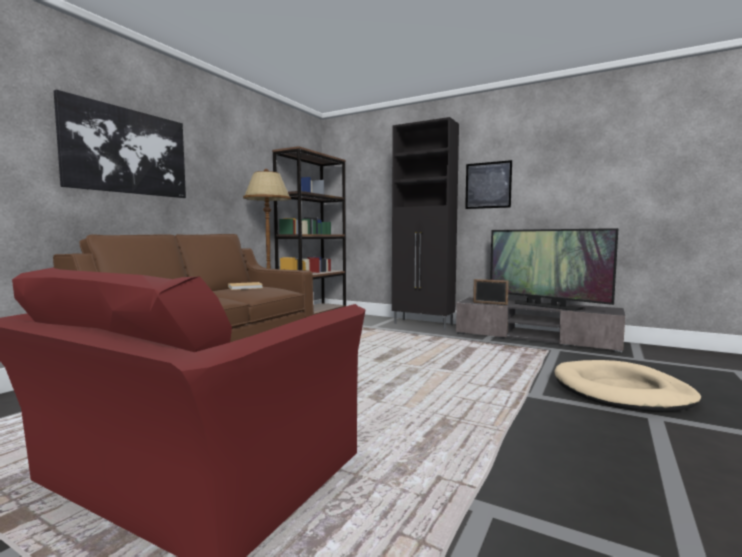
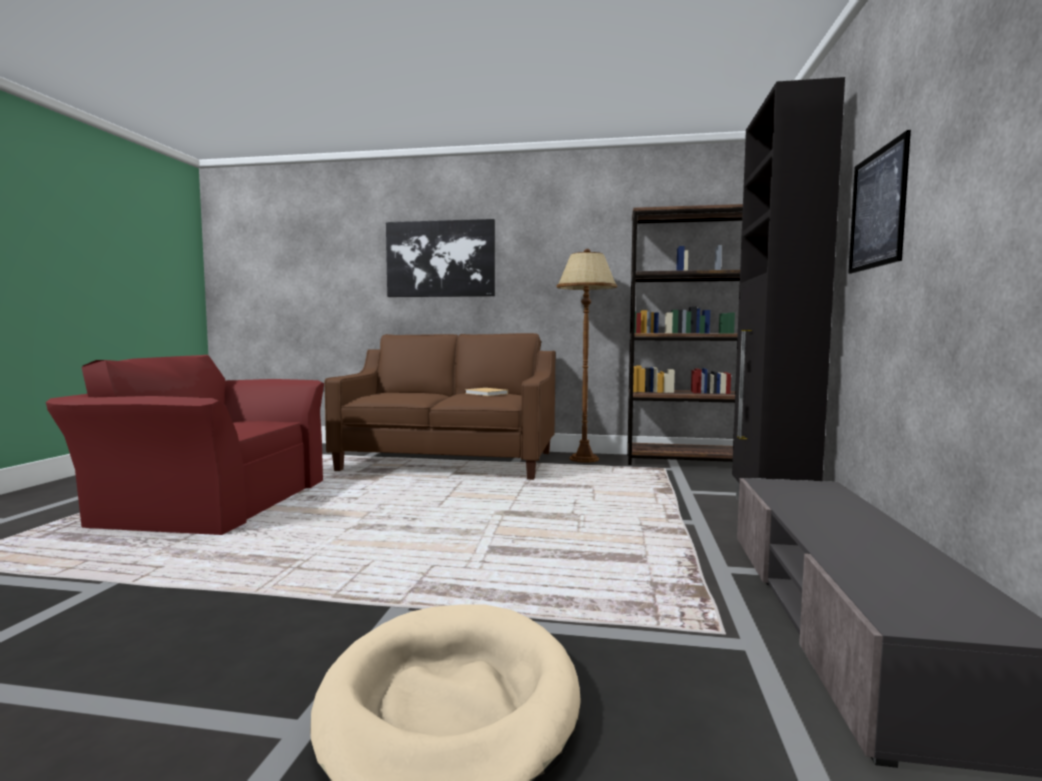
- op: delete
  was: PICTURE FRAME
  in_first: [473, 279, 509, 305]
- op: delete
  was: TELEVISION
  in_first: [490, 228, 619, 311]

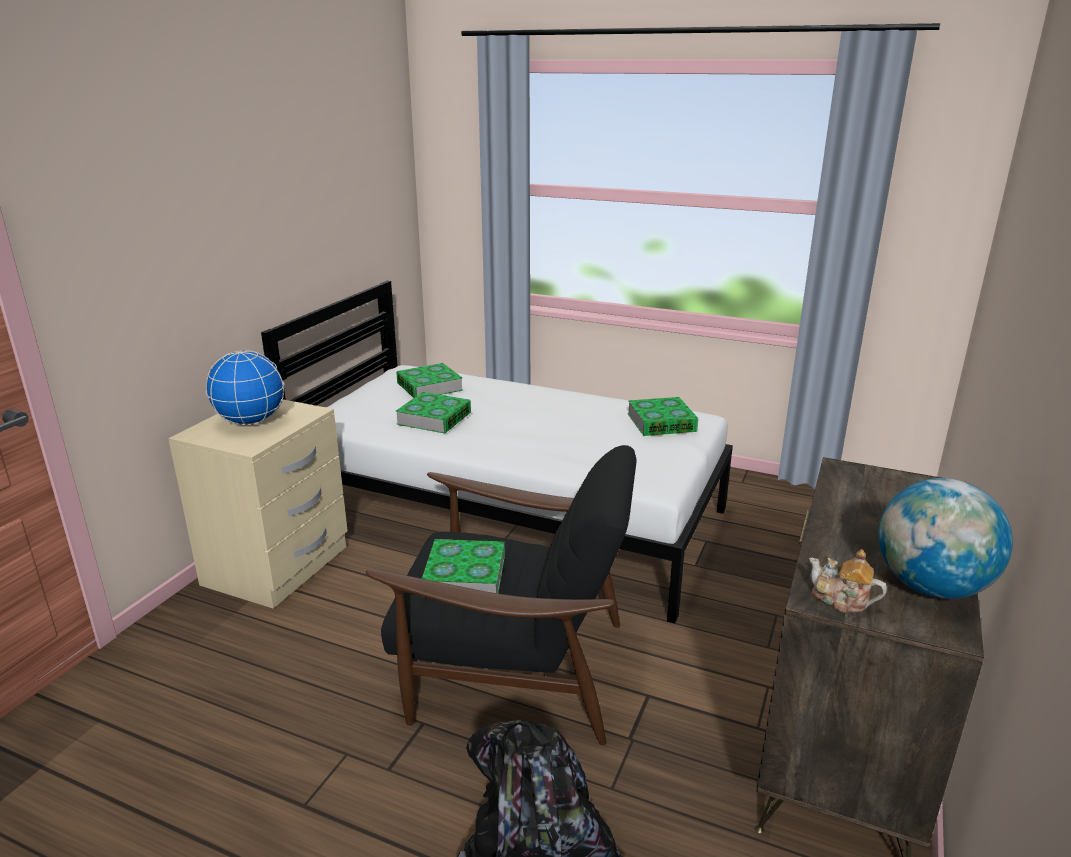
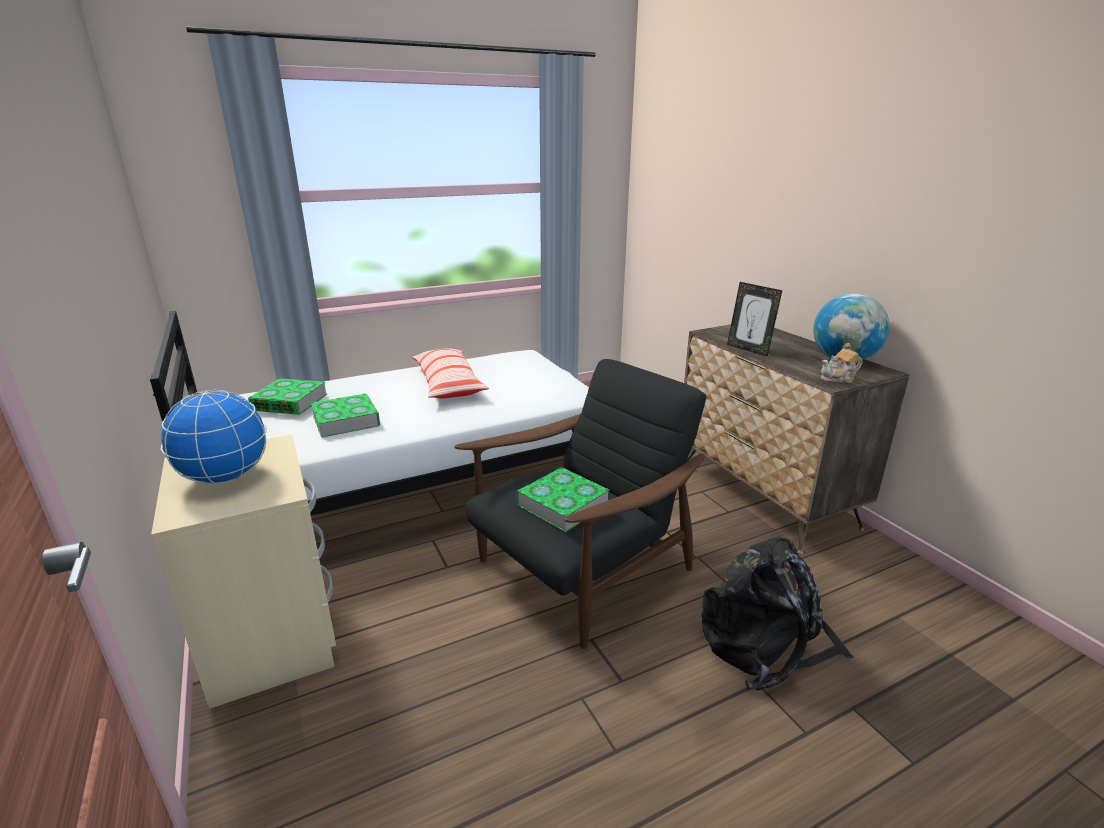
- op: delete
  was: BOOK
  in_first: [628, 397, 698, 436]
- op: insert
  now: PILLOW
  in_second: [412, 348, 489, 399]
- op: insert
  now: PICTURE FRAME
  in_second: [727, 282, 783, 357]

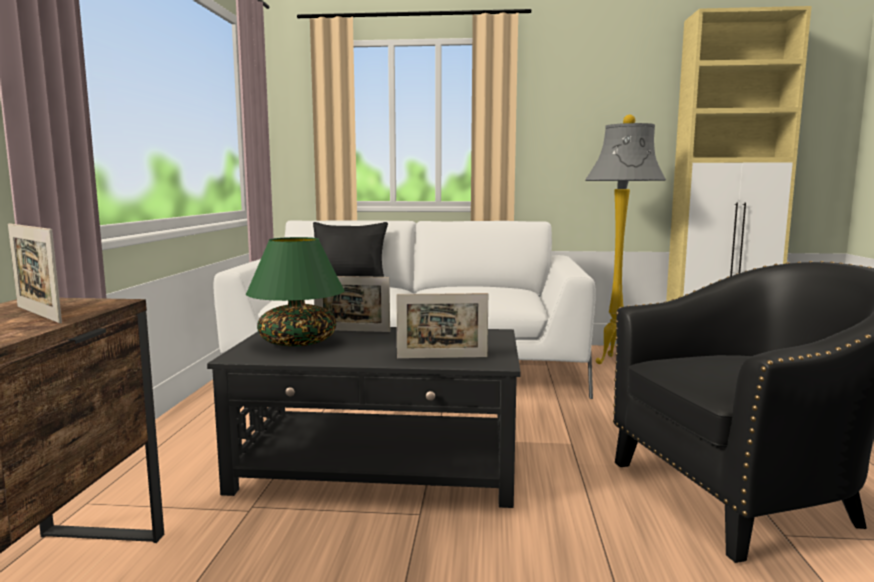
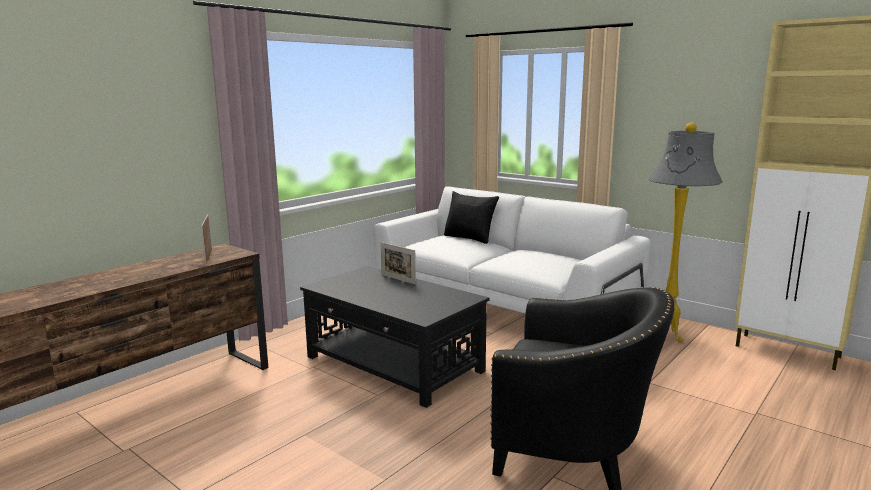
- op: delete
  was: GREEN TABLE LAMP
  in_first: [246, 237, 345, 346]
- op: delete
  was: PICTURE FRAME
  in_first: [396, 293, 488, 359]

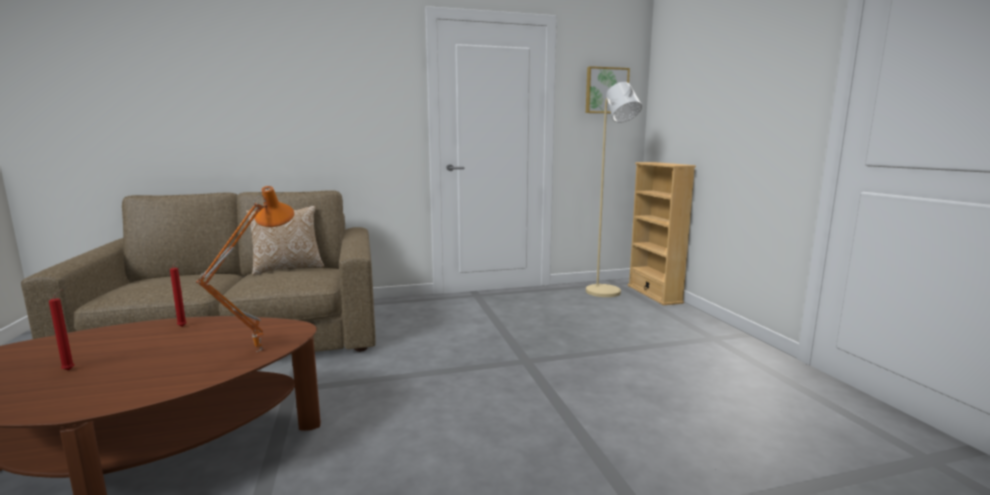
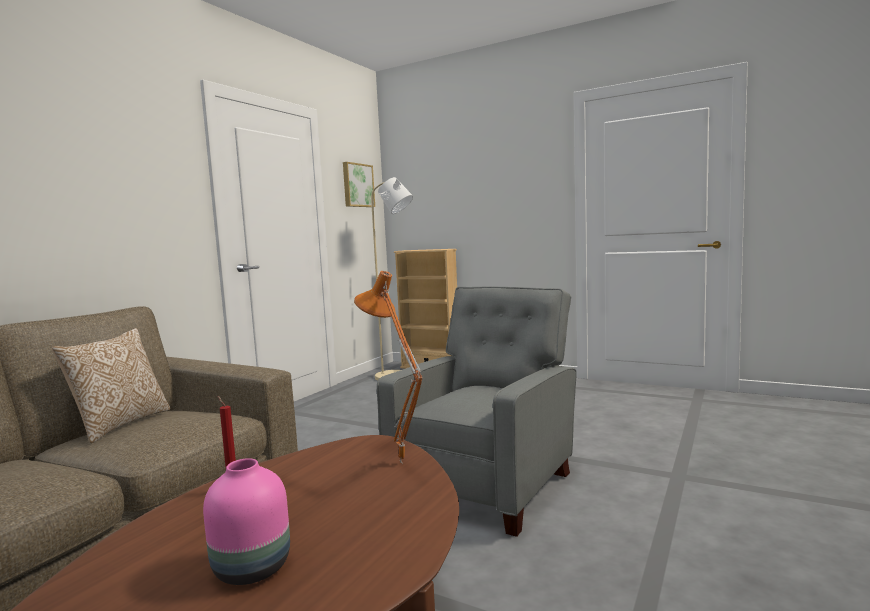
- op: insert
  now: GREY ARMCHAIR
  in_second: [377, 287, 577, 537]
- op: replace
  was: RED CANDLE
  now: PINK VASE
  in_first: [49, 289, 74, 371]
  in_second: [203, 458, 290, 585]

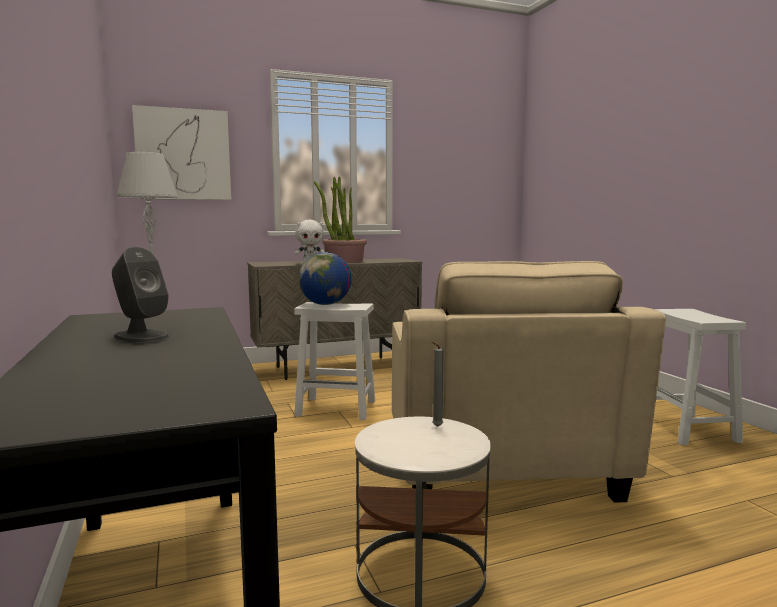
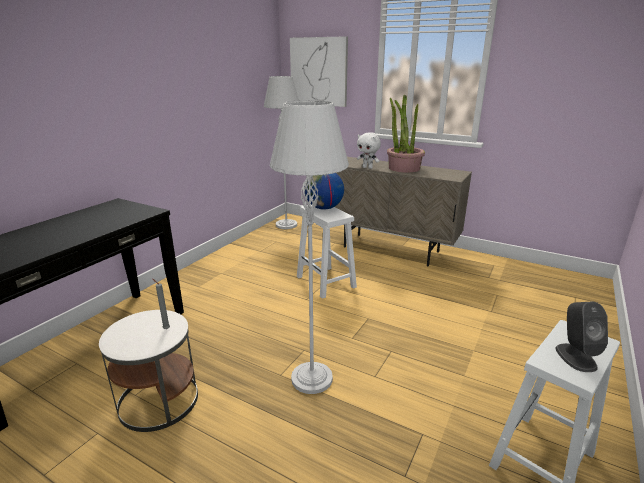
- op: move
  was: GREY SPEAKER
  in_first: [112, 247, 169, 343]
  in_second: [555, 302, 608, 372]
- op: replace
  was: BEIGE ARMCHAIR
  now: GREY FLOOR LAMP
  in_first: [392, 261, 666, 503]
  in_second: [270, 100, 349, 394]

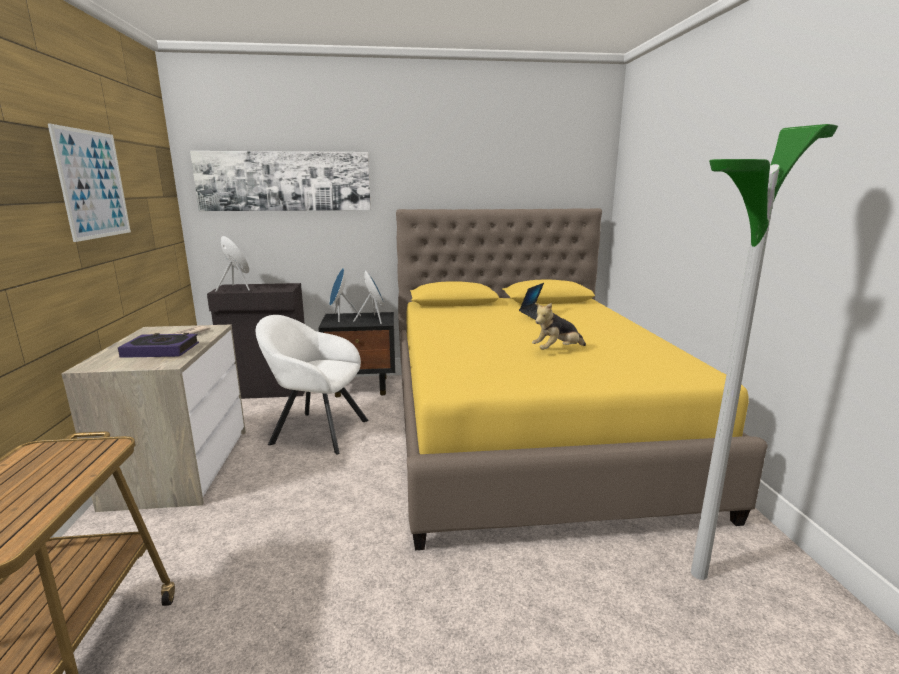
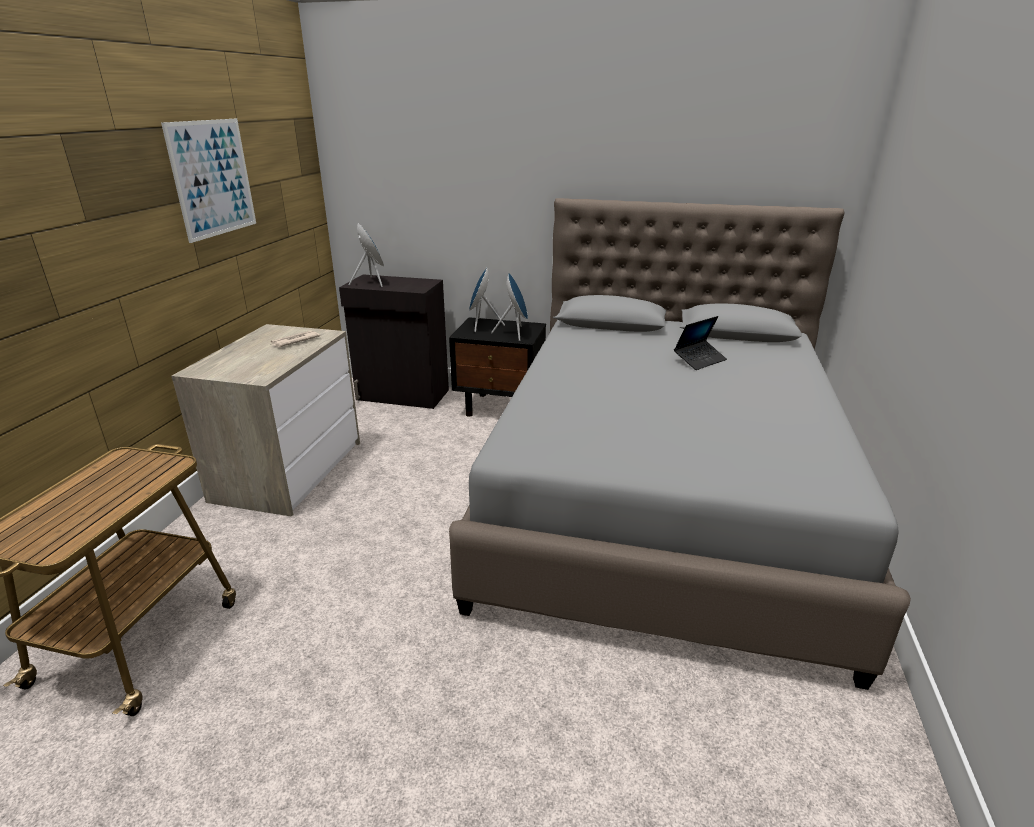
- op: delete
  was: BOOK
  in_first: [118, 333, 199, 358]
- op: delete
  was: PICTURE
  in_first: [190, 151, 371, 211]
- op: delete
  was: WHITE ARMCHAIR
  in_first: [256, 315, 369, 454]
- op: delete
  was: PLUSH TOY
  in_first: [532, 303, 586, 350]
- op: delete
  was: FLOOR LAMP
  in_first: [691, 124, 838, 580]
- op: recolor
  was: YELLOW BED
  now: GREY BED
  in_first: [396, 208, 768, 550]
  in_second: [449, 198, 911, 690]

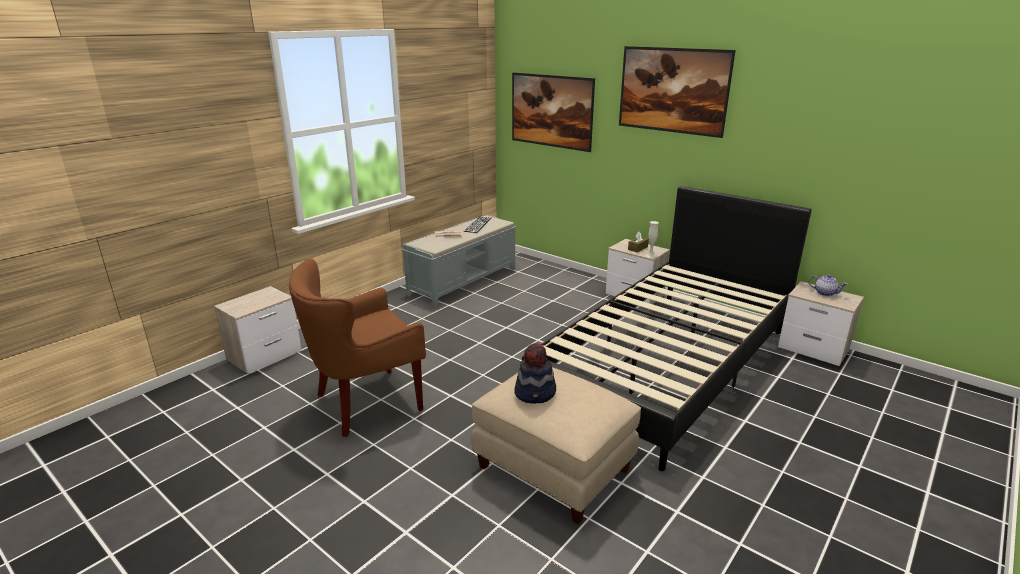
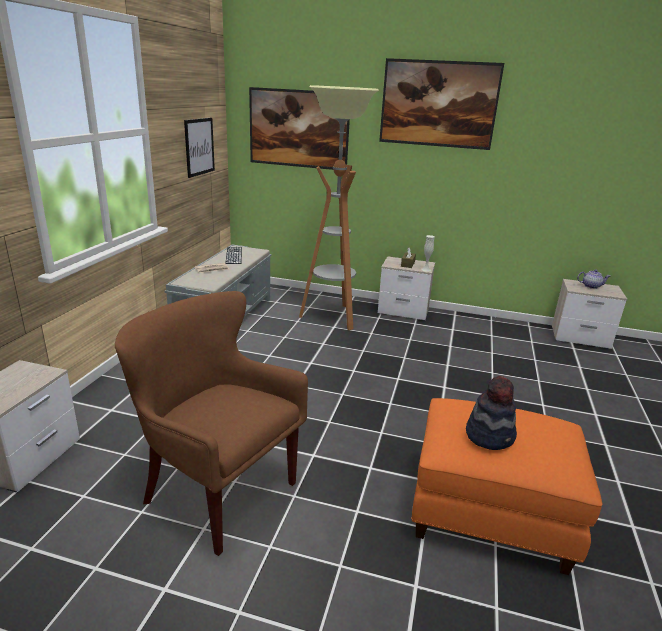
- op: delete
  was: BLACK BED
  in_first: [522, 186, 812, 471]
- op: insert
  now: PICTURE
  in_second: [184, 118, 215, 178]
- op: insert
  now: FLOOR LAMP
  in_second: [299, 85, 379, 330]
- op: recolor
  was: BEIGE OTTOMAN
  now: ORANGE OTTOMAN
  in_first: [471, 367, 641, 524]
  in_second: [411, 398, 602, 575]
- op: rotate
  was: BROWN ARMCHAIR
  in_first: [289, 259, 426, 437]
  in_second: [115, 291, 308, 556]
  clockwise: 90

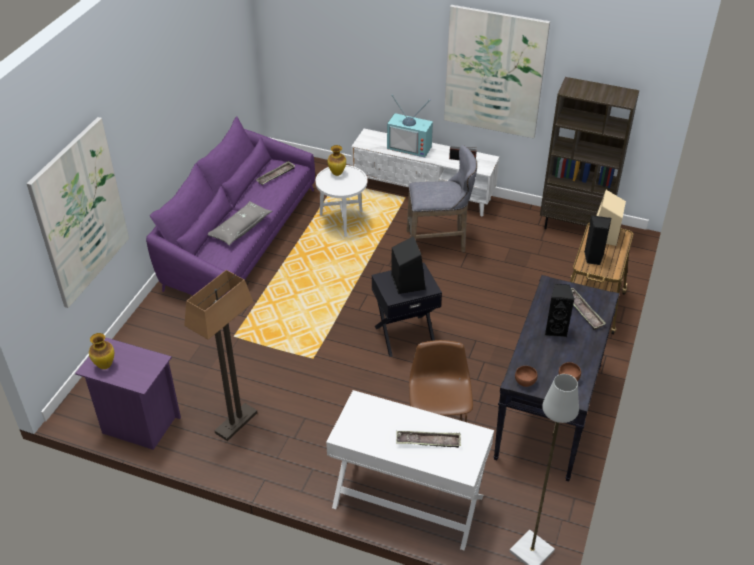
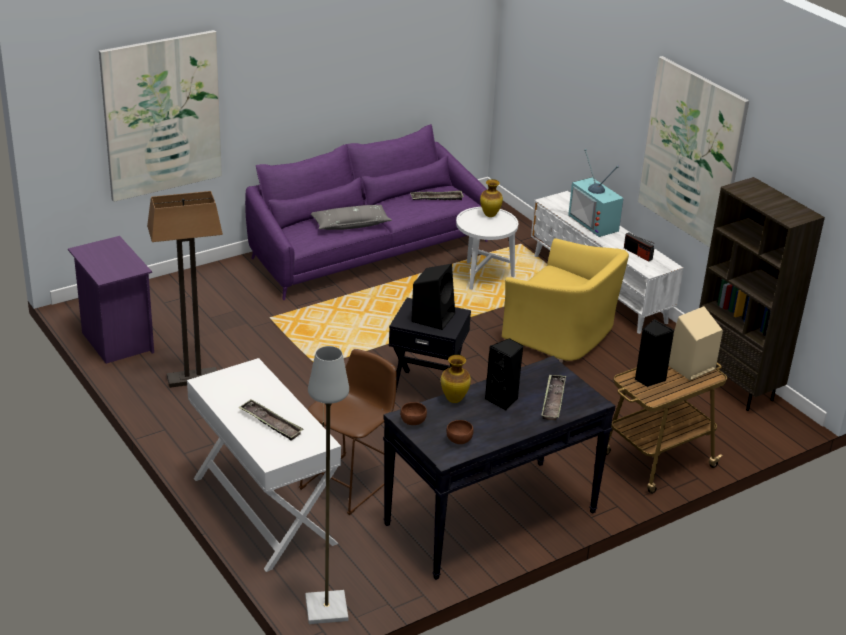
- op: move
  was: VASE
  in_first: [89, 333, 114, 369]
  in_second: [441, 355, 471, 403]
- op: replace
  was: GREY STOOL
  now: YELLOW ARMCHAIR
  in_first: [407, 145, 477, 253]
  in_second: [502, 238, 629, 363]

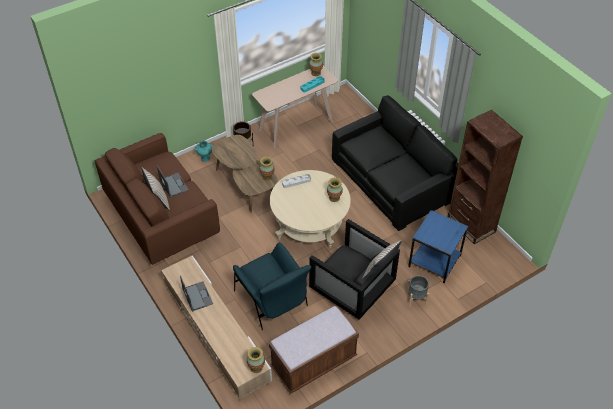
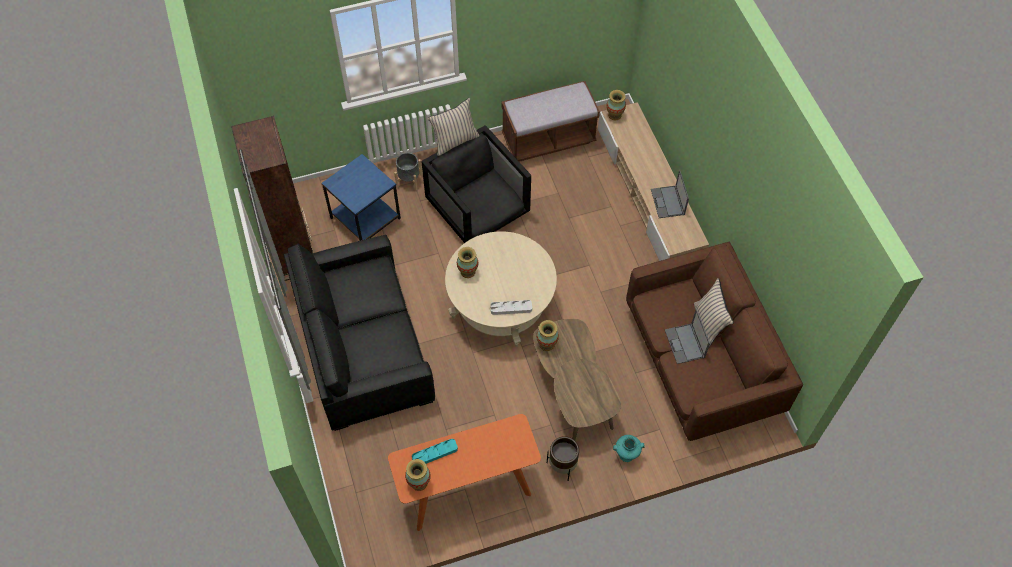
- op: delete
  was: BLUE ARMCHAIR
  in_first: [233, 242, 311, 330]
- op: recolor
  was: BEIGE CONSOLE TABLE
  now: ORANGE CONSOLE TABLE
  in_first: [252, 65, 338, 148]
  in_second: [388, 414, 541, 531]

